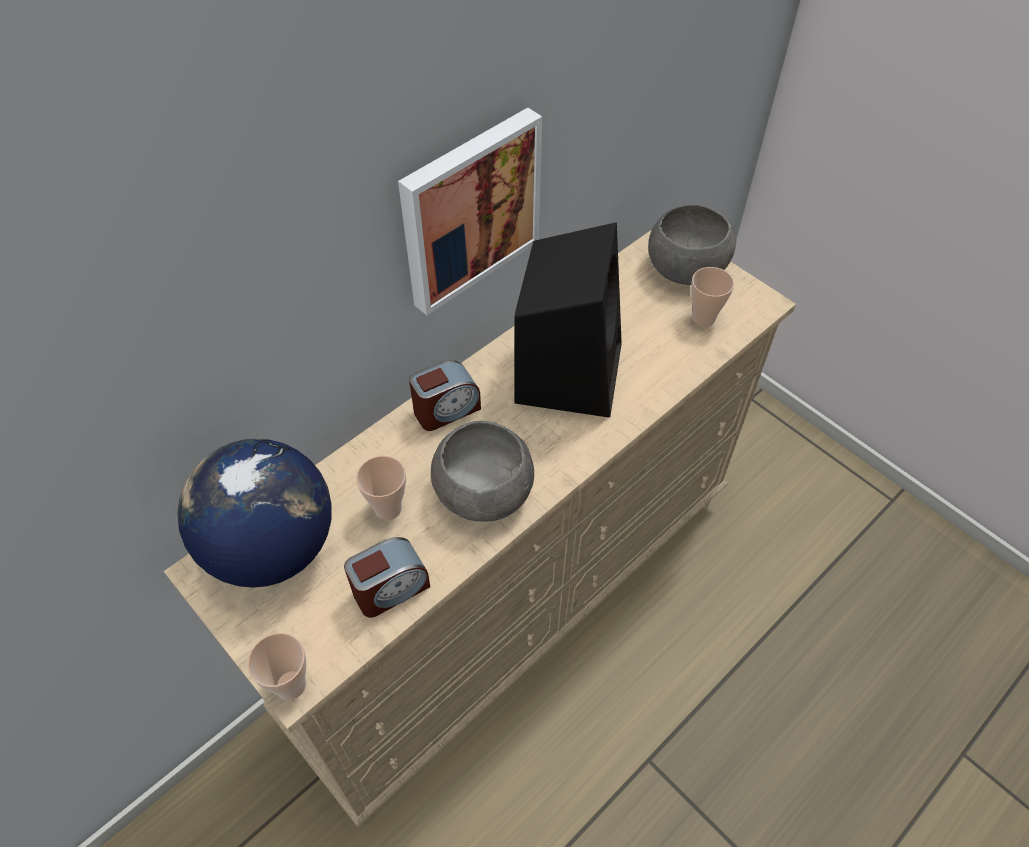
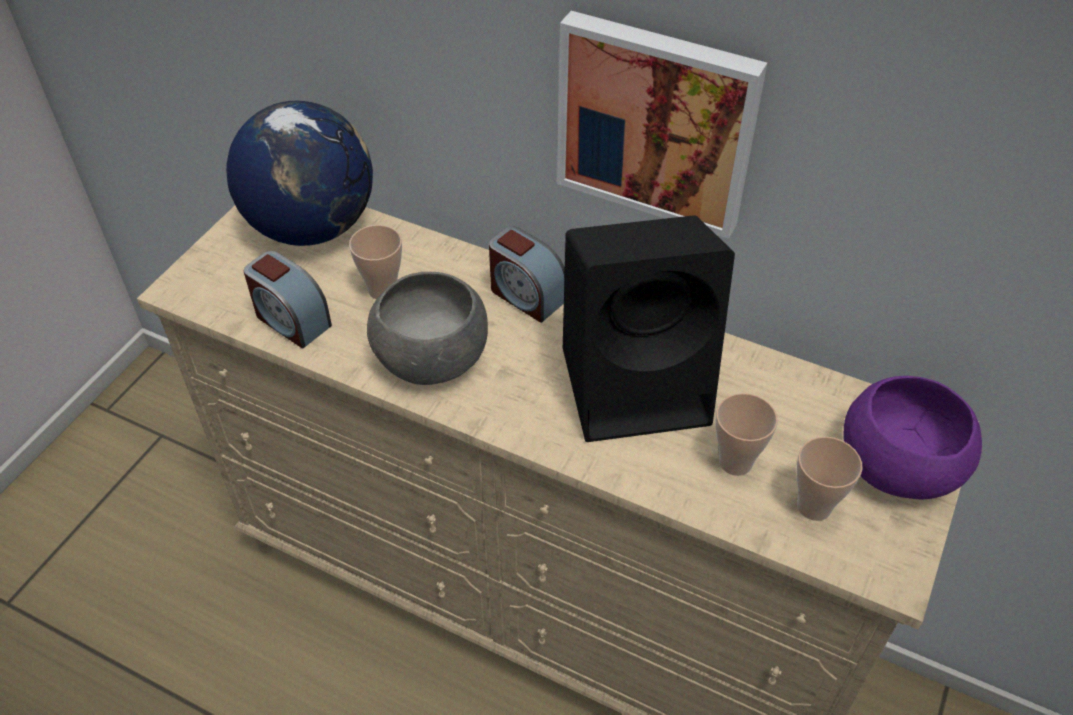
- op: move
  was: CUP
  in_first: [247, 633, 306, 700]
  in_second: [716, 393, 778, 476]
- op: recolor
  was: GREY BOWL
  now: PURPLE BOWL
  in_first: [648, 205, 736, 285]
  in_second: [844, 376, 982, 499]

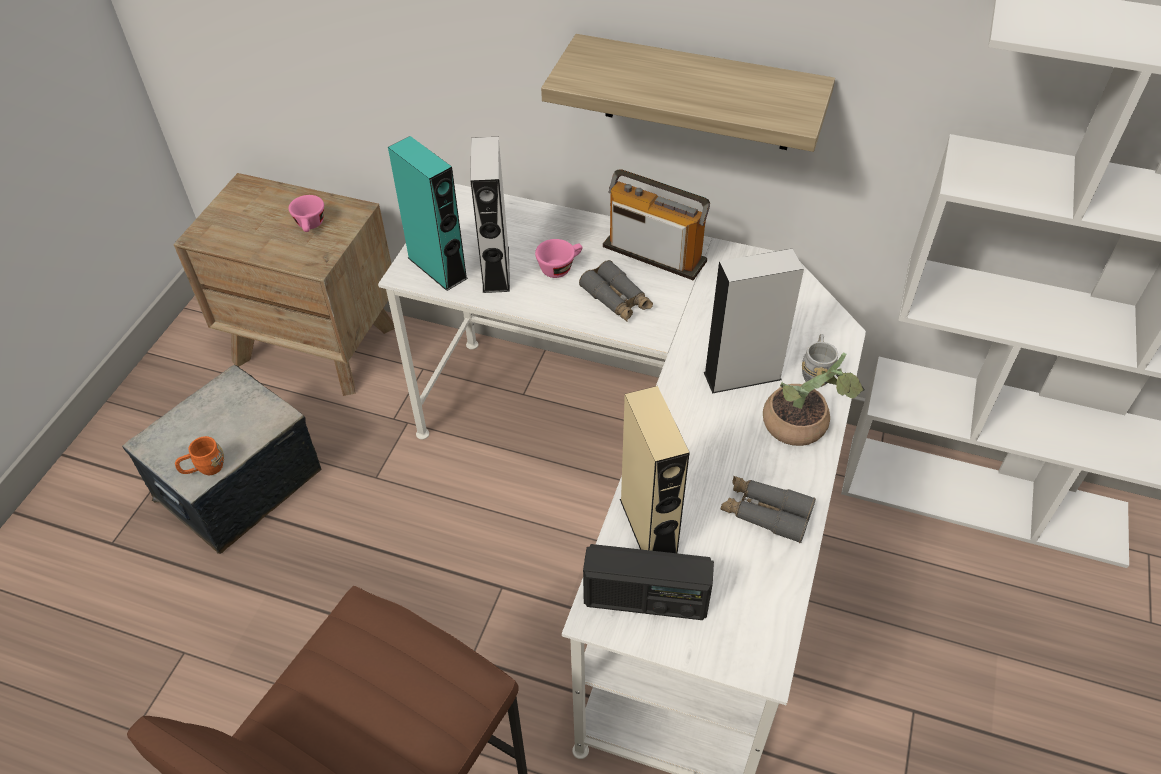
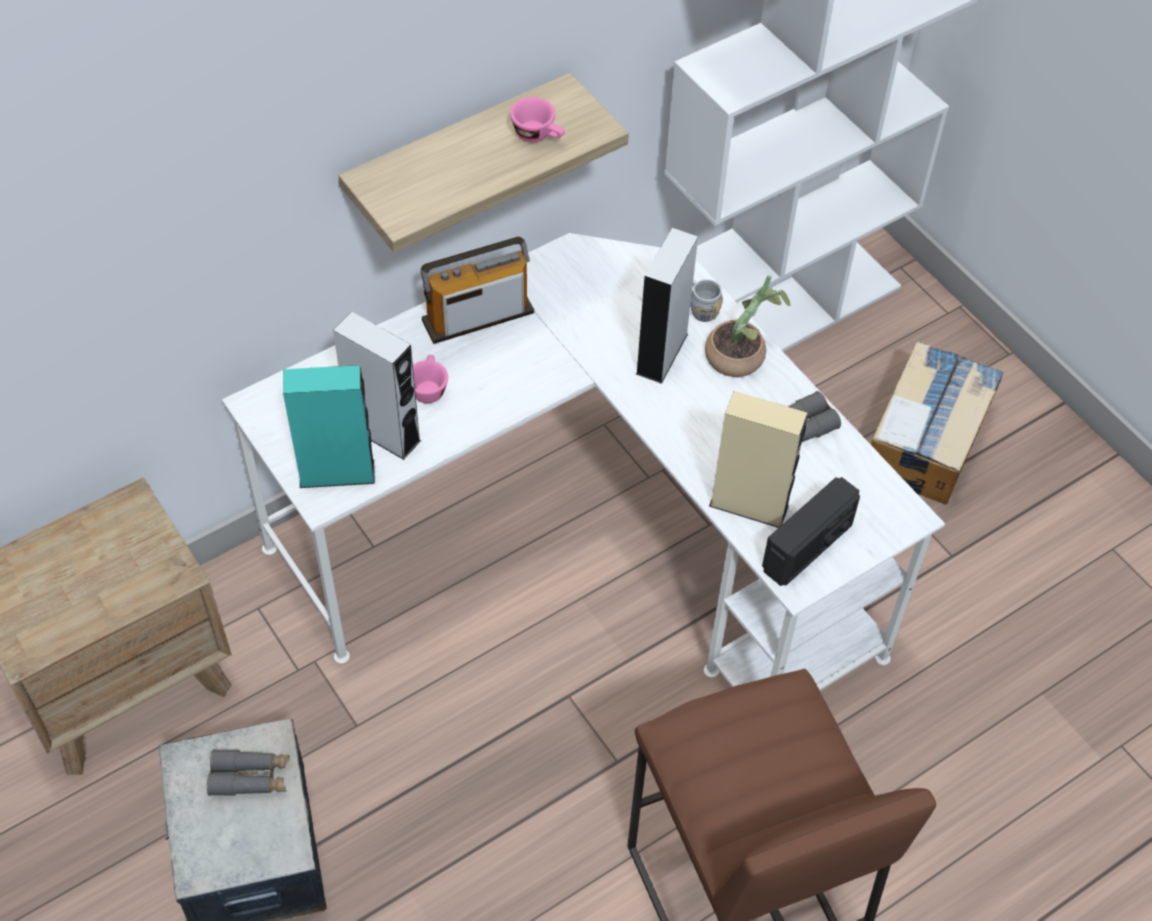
- op: delete
  was: ORANGE MUG
  in_first: [175, 436, 224, 475]
- op: insert
  now: CARDBOARD BOX
  in_second: [871, 341, 1004, 505]
- op: move
  was: PINK CUP
  in_first: [289, 195, 324, 232]
  in_second: [510, 97, 565, 142]
- op: move
  was: GREY BINOCULARS
  in_first: [579, 260, 653, 322]
  in_second: [207, 749, 290, 796]

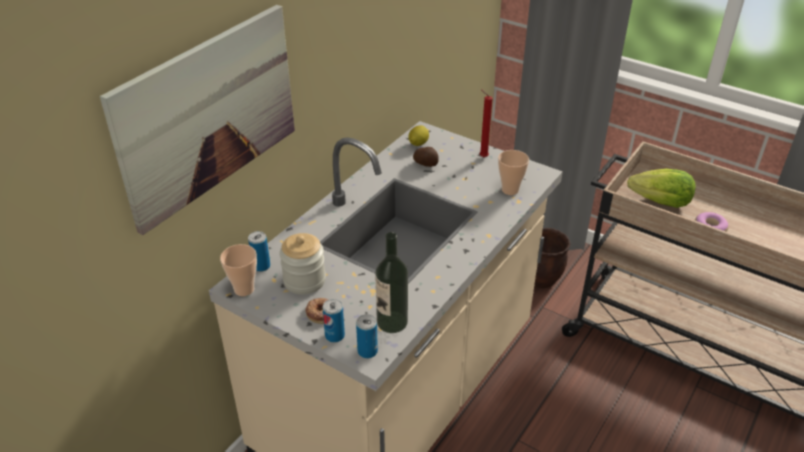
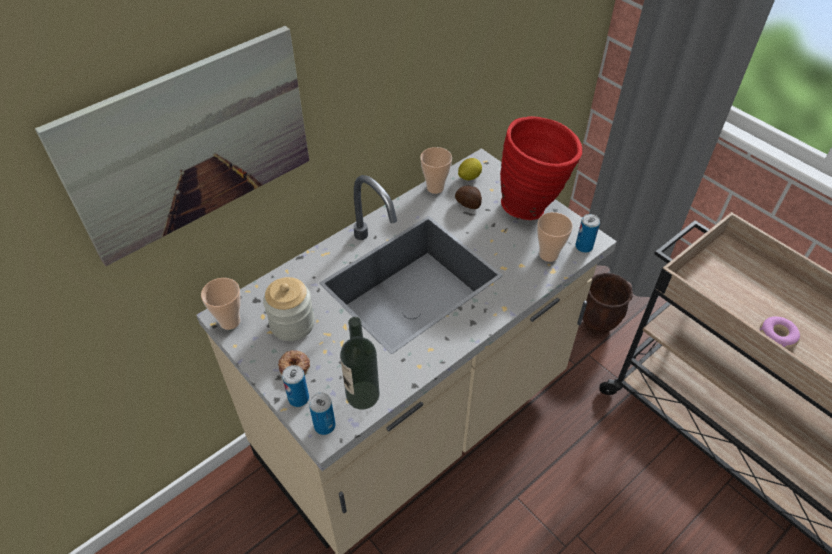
- op: delete
  was: LETTUCE
  in_first: [627, 169, 696, 208]
- op: insert
  now: CUP
  in_second: [420, 147, 452, 194]
- op: move
  was: CAN
  in_first: [248, 231, 270, 272]
  in_second: [575, 214, 600, 253]
- op: replace
  was: RED CANDLE
  now: RED VASE
  in_first: [480, 89, 493, 157]
  in_second: [500, 116, 582, 220]

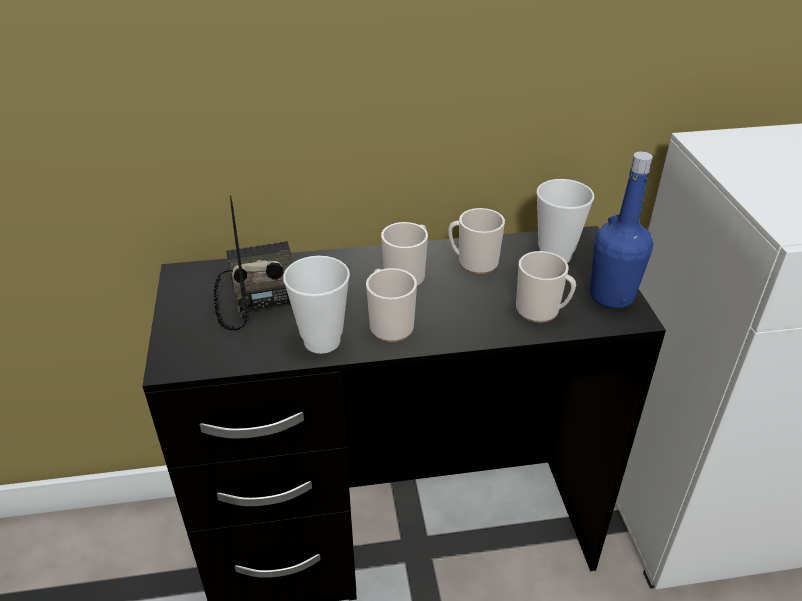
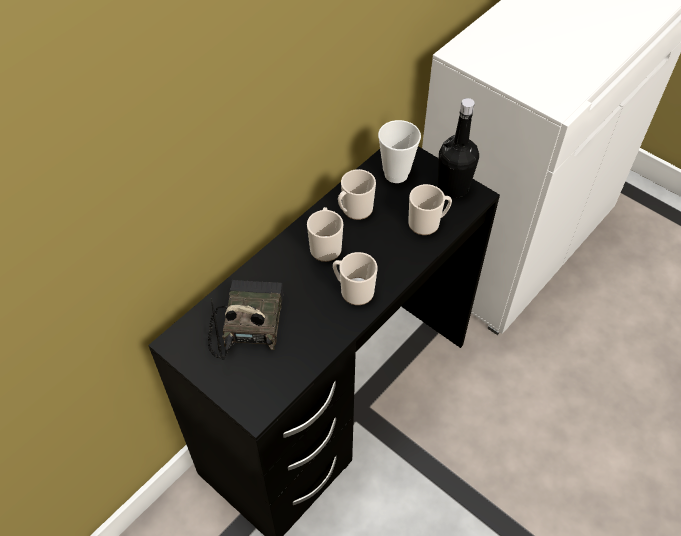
- op: delete
  was: CUP
  in_first: [283, 256, 350, 354]
- op: recolor
  was: BLUE BOTTLE
  now: BLACK BOTTLE
  in_first: [590, 151, 653, 308]
  in_second: [438, 98, 479, 198]
- op: rotate
  was: RADIO
  in_first: [214, 195, 293, 330]
  in_second: [208, 280, 283, 360]
  clockwise: 60

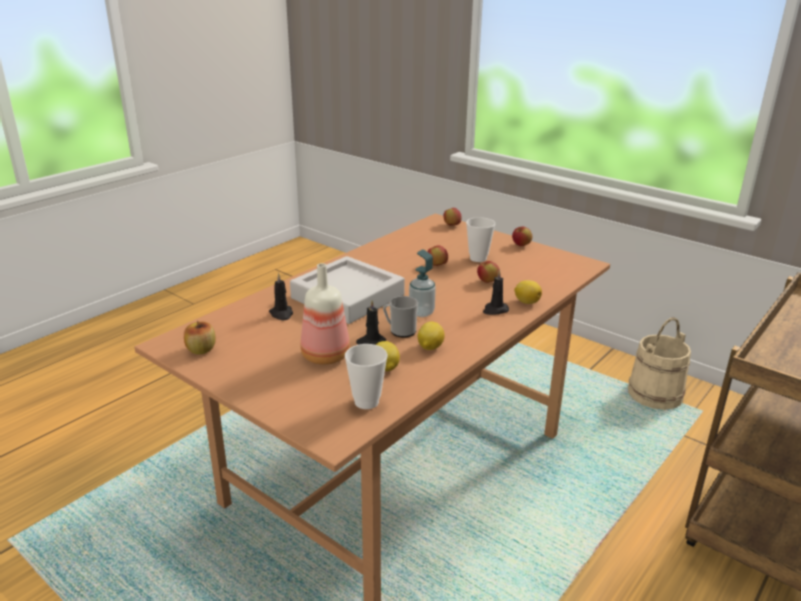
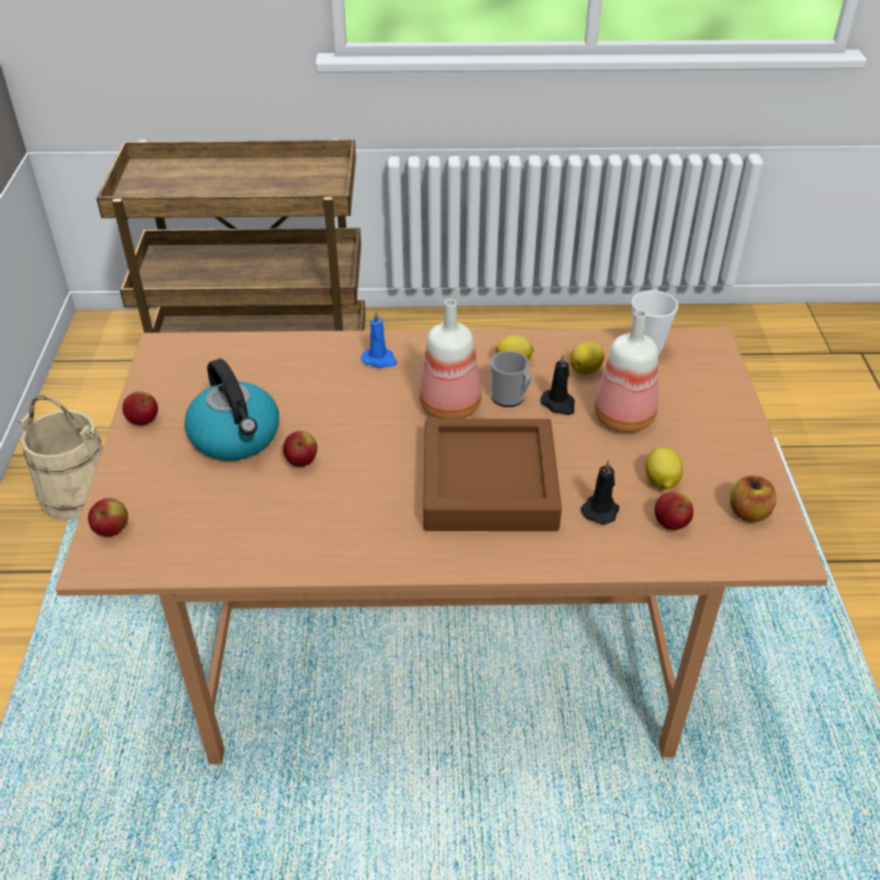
- op: move
  was: APPLE
  in_first: [477, 261, 500, 283]
  in_second: [655, 492, 693, 530]
- op: move
  was: LEMON
  in_first: [514, 280, 542, 304]
  in_second: [645, 448, 683, 489]
- op: replace
  was: SOAP DISPENSER
  now: BOTTLE
  in_first: [409, 250, 436, 317]
  in_second: [419, 299, 481, 419]
- op: replace
  was: CUP
  now: KETTLE
  in_first: [466, 217, 495, 262]
  in_second: [185, 359, 279, 461]
- op: recolor
  was: GREY TRAY
  now: BROWN TRAY
  in_first: [290, 256, 405, 324]
  in_second: [423, 419, 562, 531]
- op: recolor
  was: BLACK CANDLE
  now: BLUE CANDLE
  in_first: [483, 270, 509, 315]
  in_second: [361, 310, 397, 368]

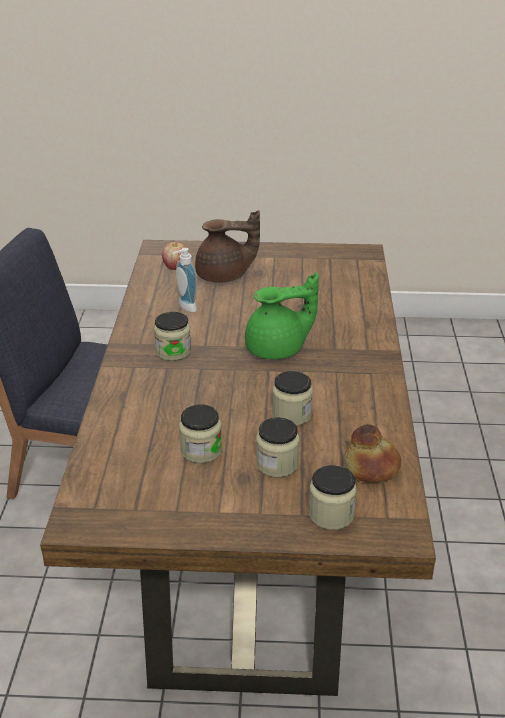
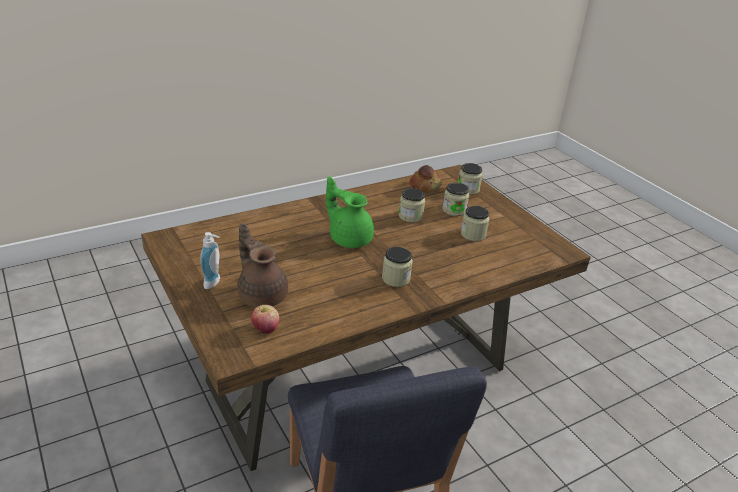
- op: move
  was: SOAP DISPENSER
  in_first: [173, 248, 197, 312]
  in_second: [200, 232, 220, 289]

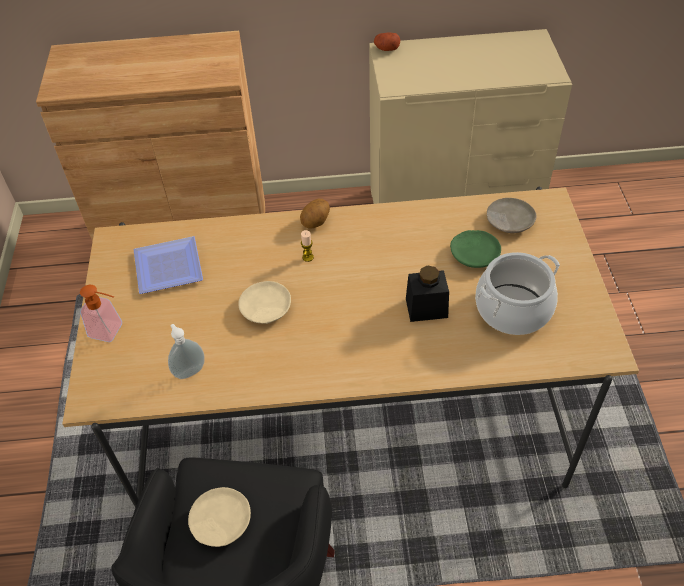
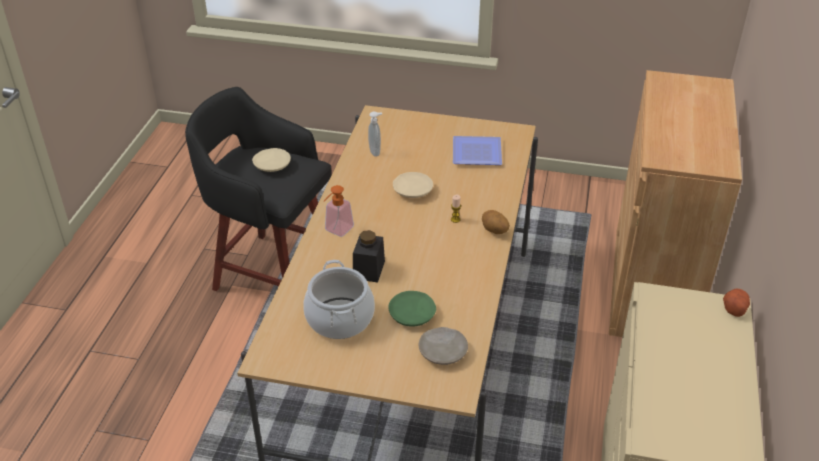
- op: move
  was: SOAP DISPENSER
  in_first: [80, 285, 122, 342]
  in_second: [324, 185, 354, 237]

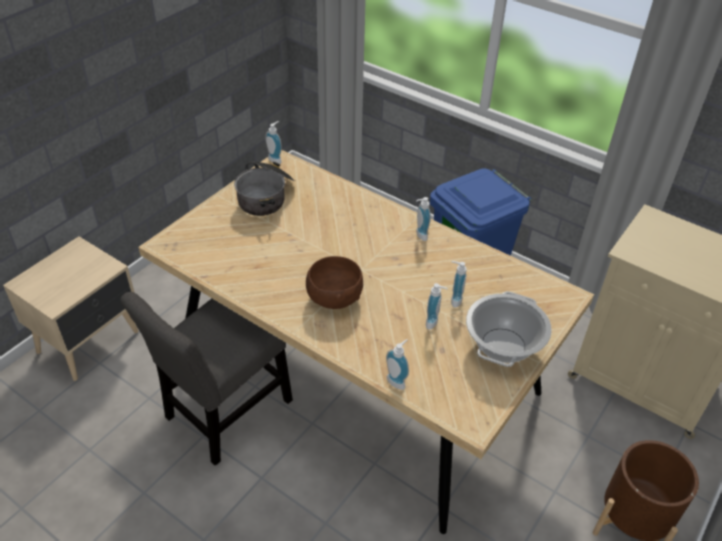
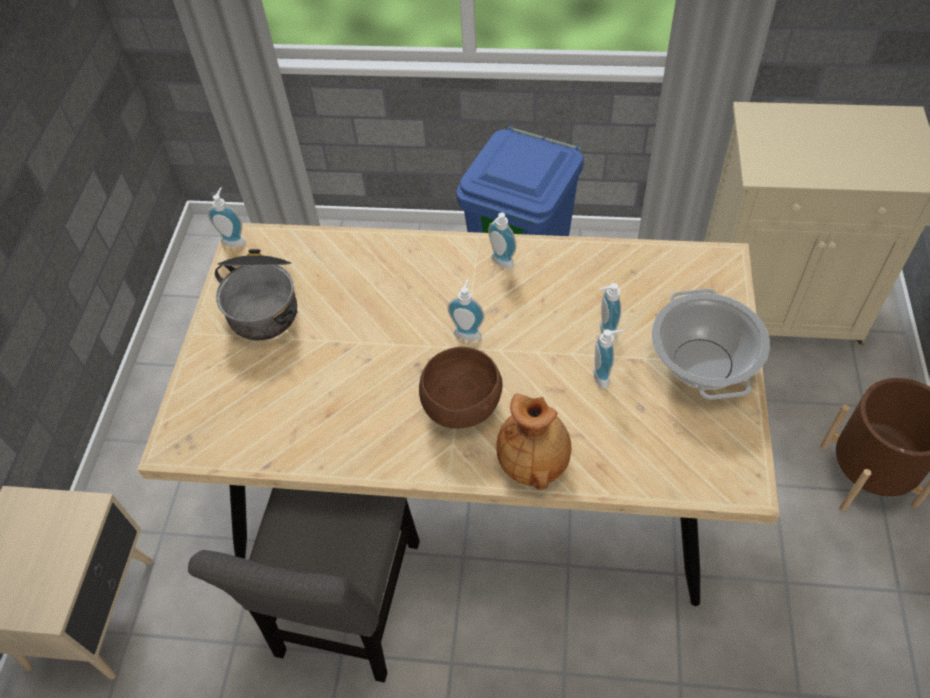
- op: insert
  now: BROWN VASE
  in_second: [496, 393, 571, 490]
- op: move
  was: SOAP DISPENSER
  in_first: [386, 339, 409, 390]
  in_second: [447, 278, 485, 340]

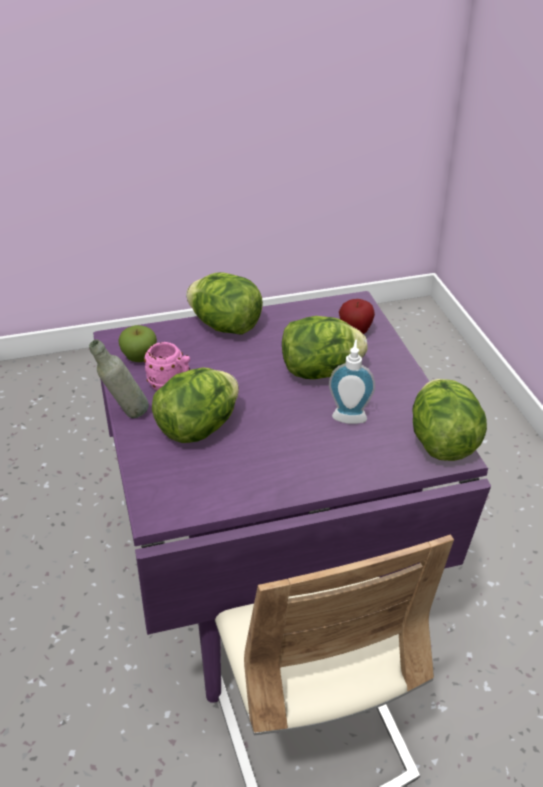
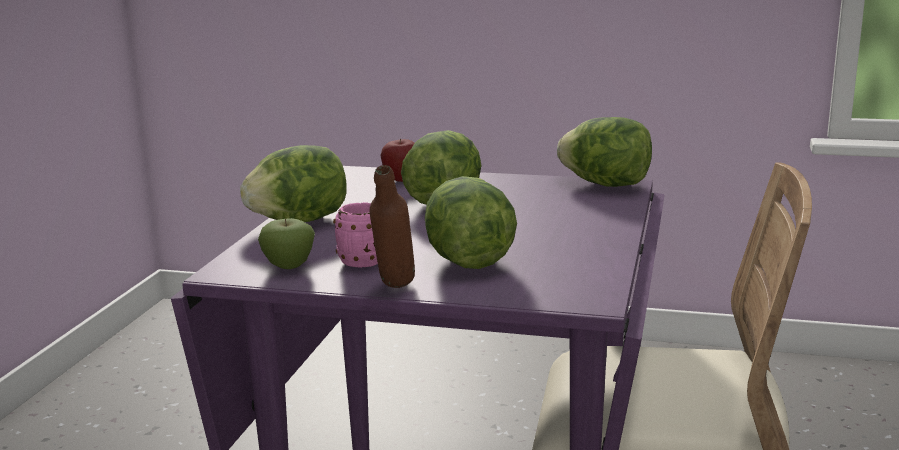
- op: delete
  was: SOAP DISPENSER
  in_first: [329, 340, 375, 424]
- op: recolor
  was: GREY BOTTLE
  now: BROWN BOTTLE
  in_first: [89, 339, 149, 418]
  in_second: [369, 165, 415, 288]

